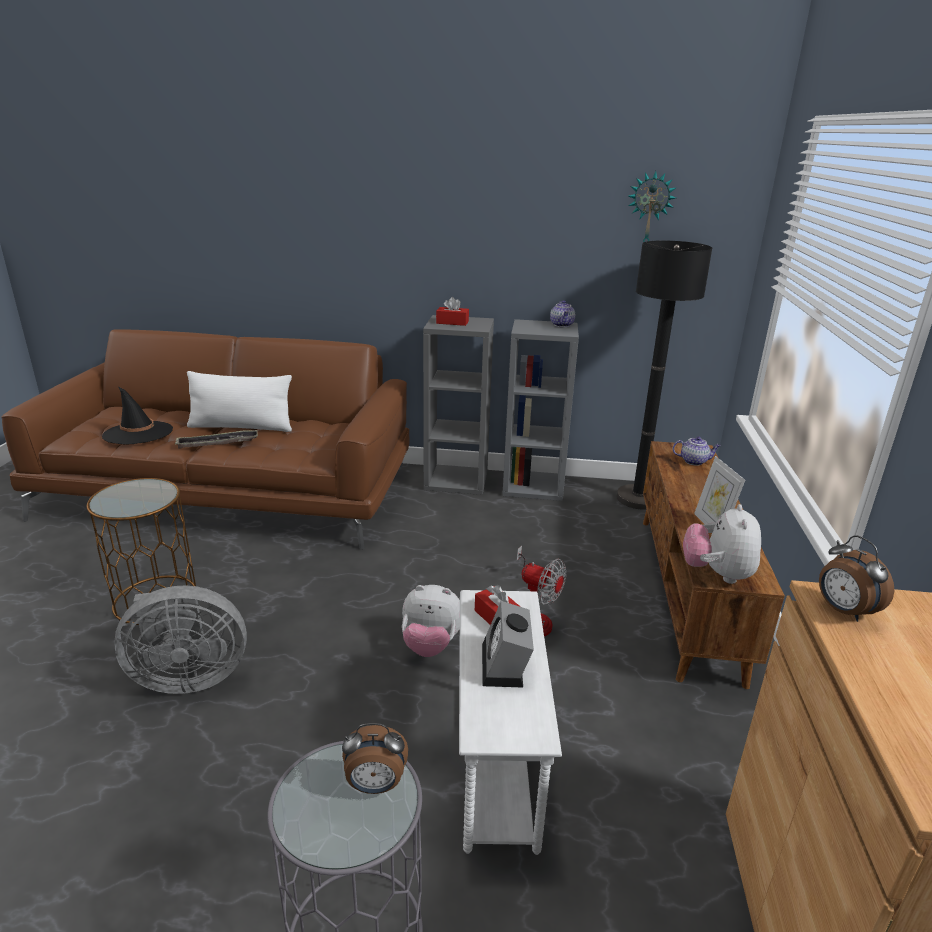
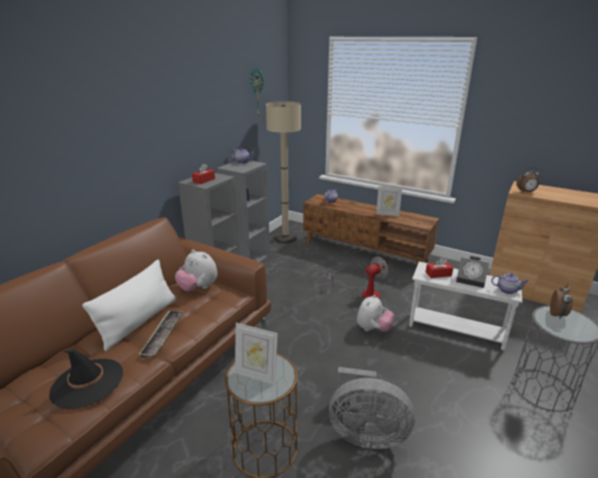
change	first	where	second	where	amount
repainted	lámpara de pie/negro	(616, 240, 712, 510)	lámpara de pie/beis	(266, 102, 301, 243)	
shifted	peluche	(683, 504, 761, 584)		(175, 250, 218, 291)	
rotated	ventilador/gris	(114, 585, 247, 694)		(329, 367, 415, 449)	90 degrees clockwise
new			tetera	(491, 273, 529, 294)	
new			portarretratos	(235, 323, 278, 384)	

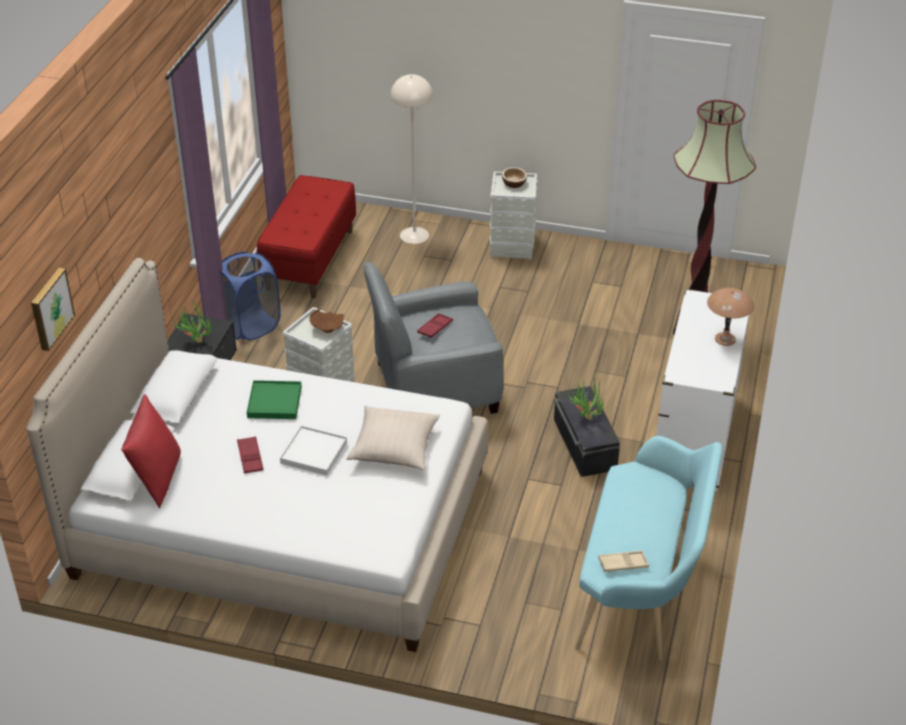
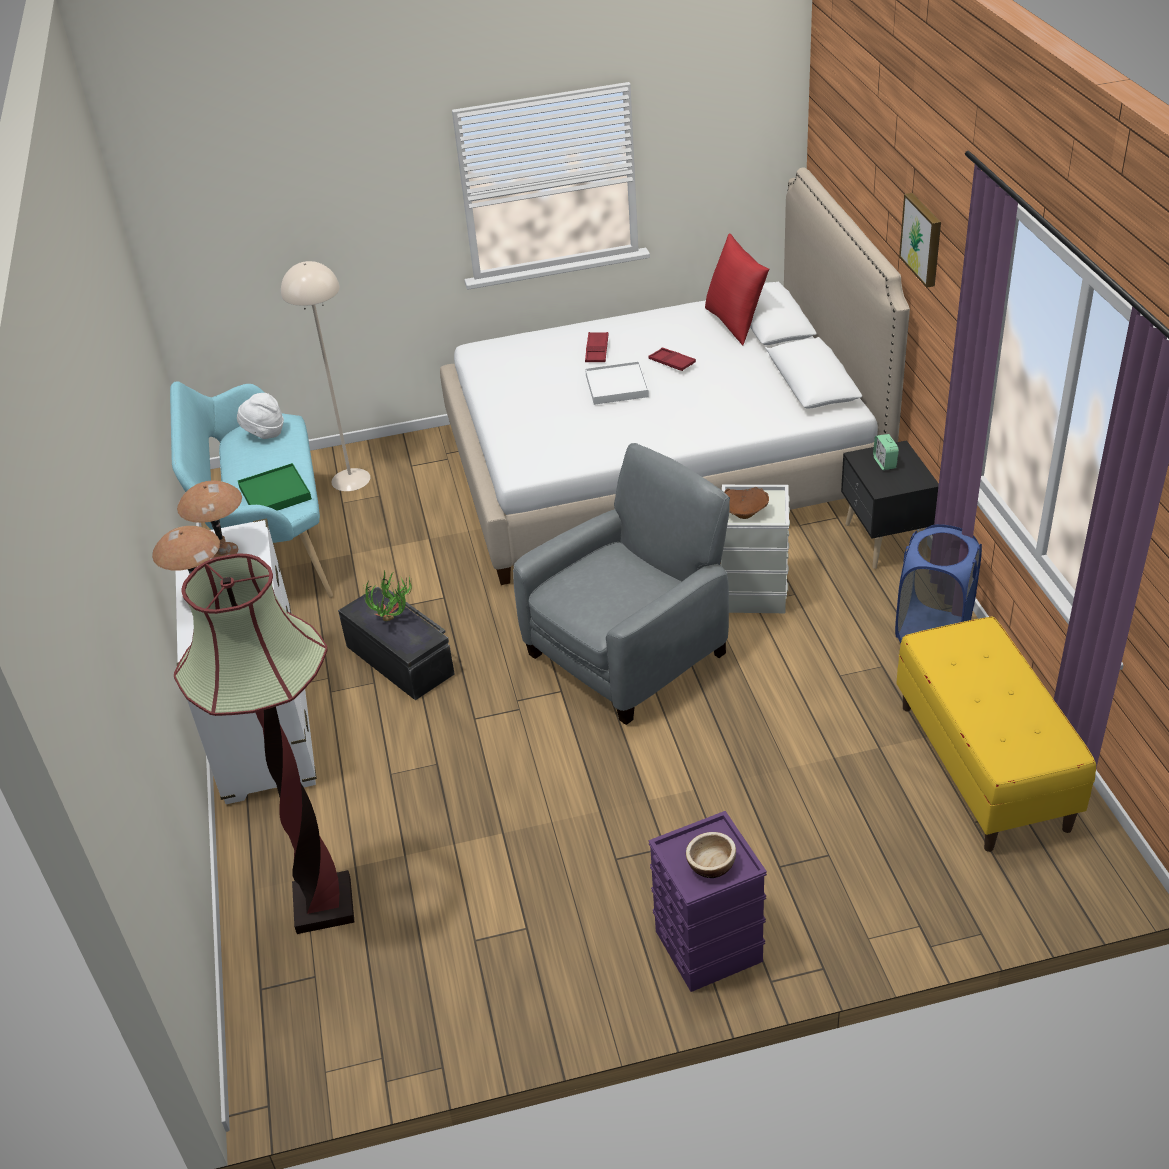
change	first	where	second	where	amount
shifted	lámpara de pie/beis	(390, 74, 433, 244)		(281, 261, 370, 491)	
repainted	caja de almacenaje/gris	(489, 171, 538, 259)	caja de almacenaje/morado	(648, 811, 767, 992)	
repainted	banco/rojo	(257, 175, 356, 298)	banco/amarillo	(896, 616, 1096, 852)	
shifted	cuadro	(31, 268, 75, 351)		(899, 193, 941, 288)	
swapped	planta en maceta	(173, 302, 211, 343)	despertador	(873, 434, 899, 470)	
shifted	bandeja/rojo	(417, 313, 453, 338)		(585, 332, 608, 362)	
shifted	bandeja/verde	(247, 380, 302, 419)		(238, 463, 312, 511)	
gone	cojín/beis	(346, 406, 440, 470)			
swapped	bandeja/beis	(599, 551, 649, 572)	sombrero/blanco	(237, 393, 284, 439)	
new			lámpara de mesa/marrón	(177, 481, 242, 559)	

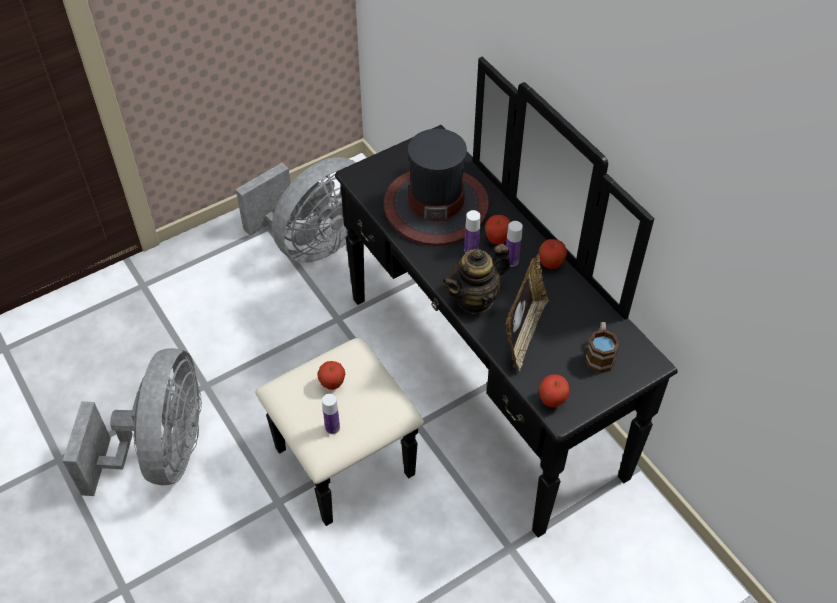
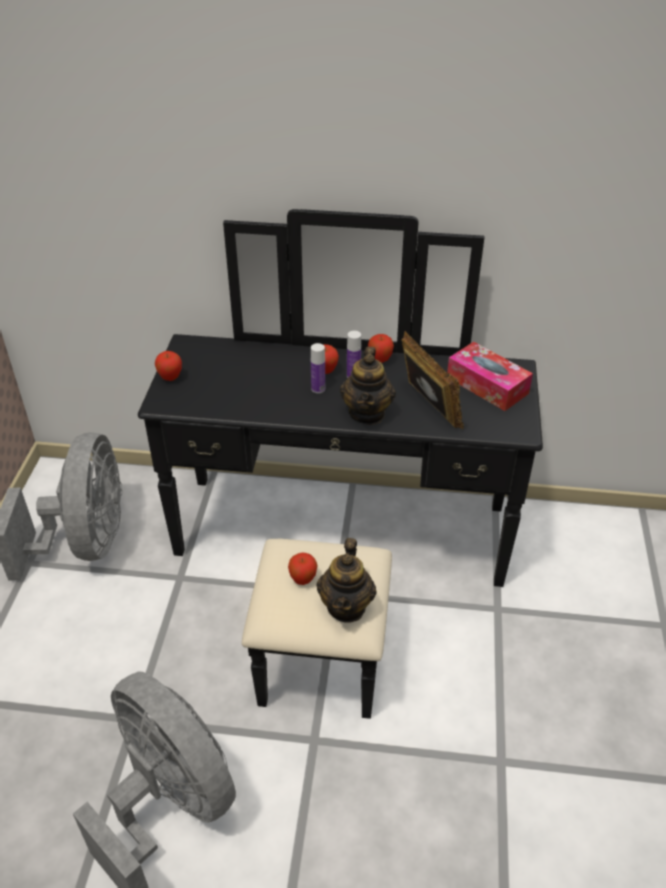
change	first	where	second	where	amount
gone	sombrero	(383, 129, 489, 246)			
swapped	taza grande	(585, 322, 620, 374)	caja de pañuelos	(447, 342, 533, 411)	
shifted	manzana	(539, 374, 570, 407)		(155, 351, 182, 381)	
swapped	botella	(322, 394, 340, 434)	tetera	(316, 538, 377, 623)	

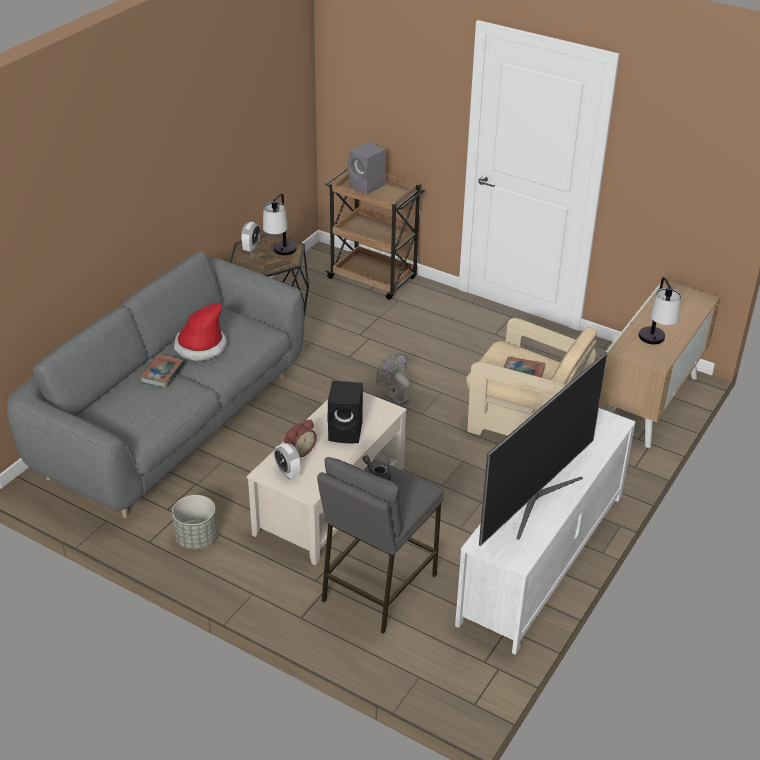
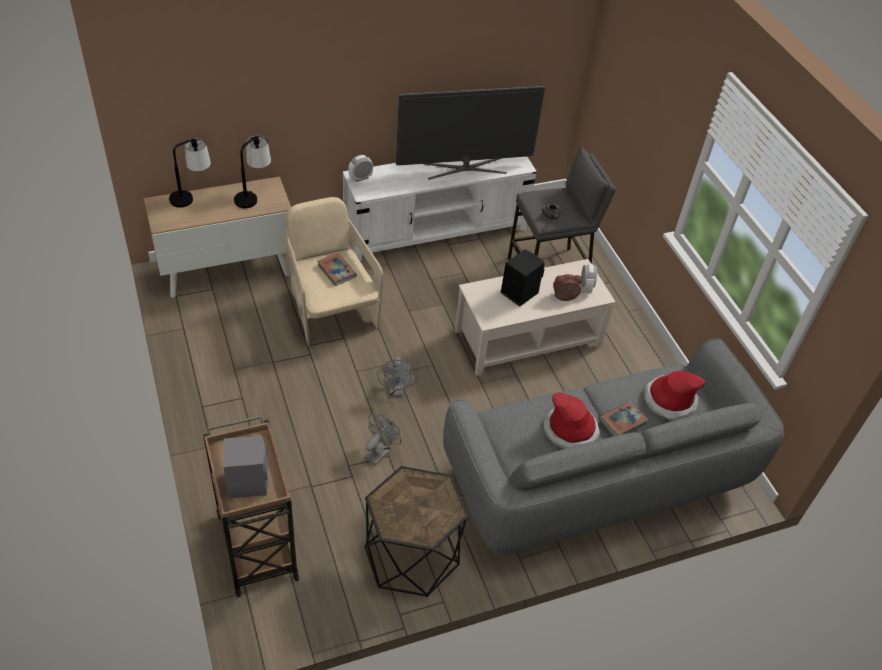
change	first	where	second	where	amount
shifted	lámpara de mesa	(263, 193, 296, 255)		(169, 138, 211, 208)	
shifted	despertador	(241, 222, 261, 252)		(348, 155, 373, 182)	
gone	maceta/gris	(172, 495, 218, 549)			
new			sombrero	(644, 371, 705, 421)	
new			ventilador/gris	(365, 415, 401, 466)	

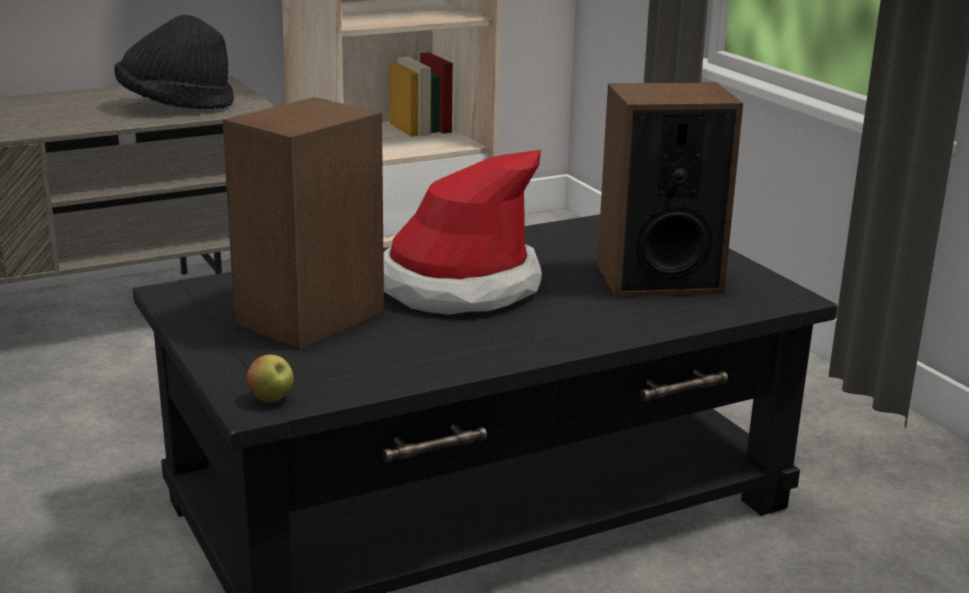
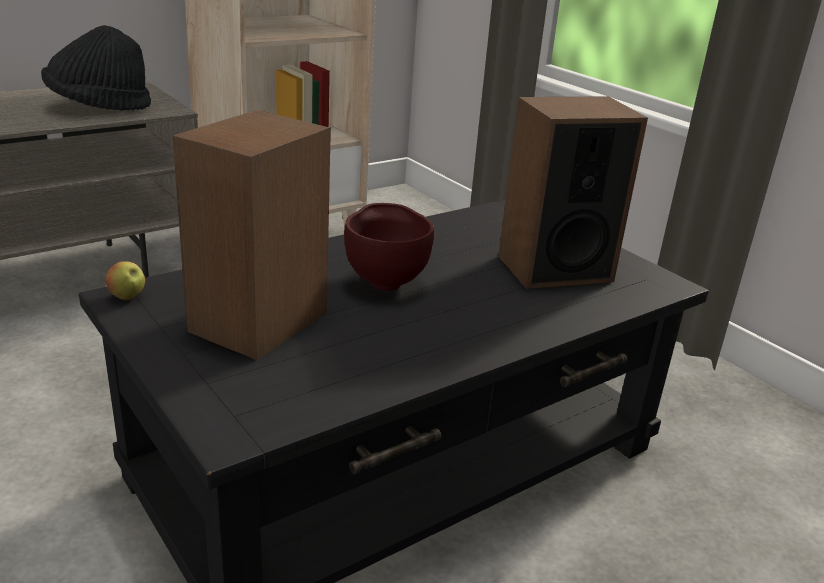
change	first	where	second	where	amount
swapped	sombrero	(383, 150, 542, 315)	cuenco/marrón	(344, 203, 434, 291)	
shifted	manzana	(246, 355, 294, 403)		(106, 261, 145, 300)	

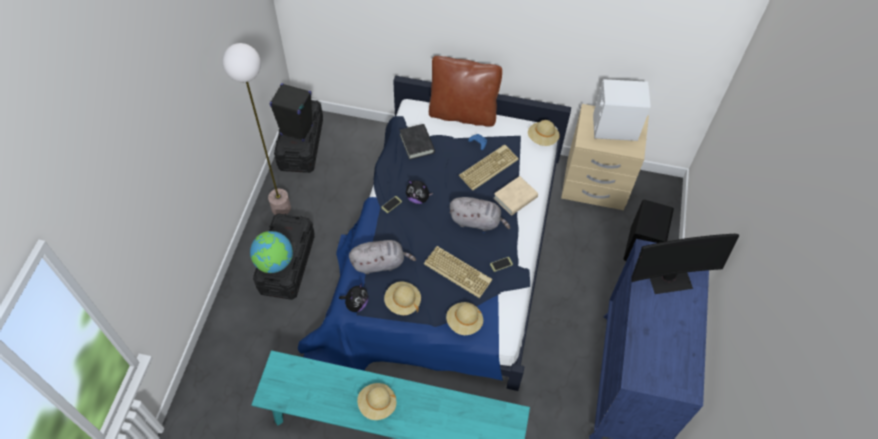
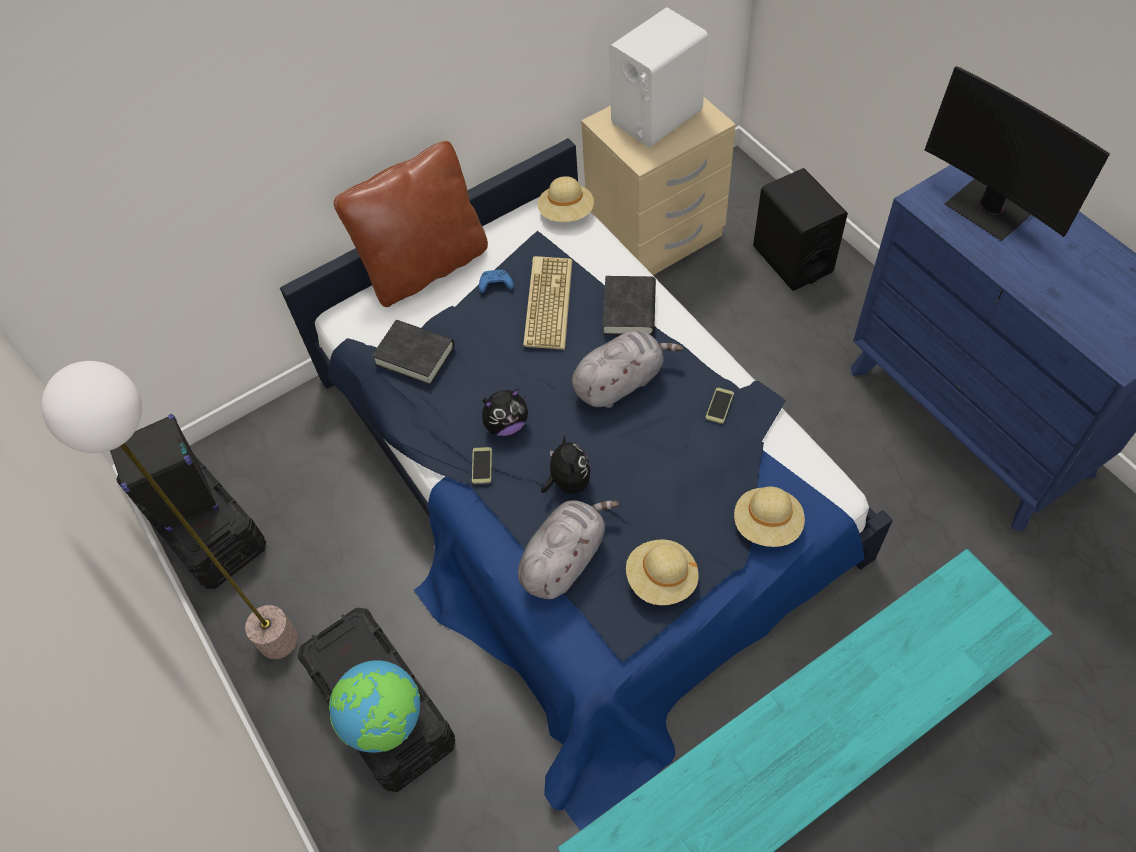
change	first	where	second	where	amount
repainted	libro/beis	(494, 176, 538, 215)	libro/negro	(602, 276, 656, 336)	
rotated	monitor	(631, 234, 739, 294)		(925, 66, 1110, 241)	105 degrees clockwise
gone	teclado	(424, 246, 492, 298)			
shifted	peluche	(339, 283, 369, 312)		(541, 435, 591, 494)	
gone	sombrero/beis	(357, 383, 396, 420)			

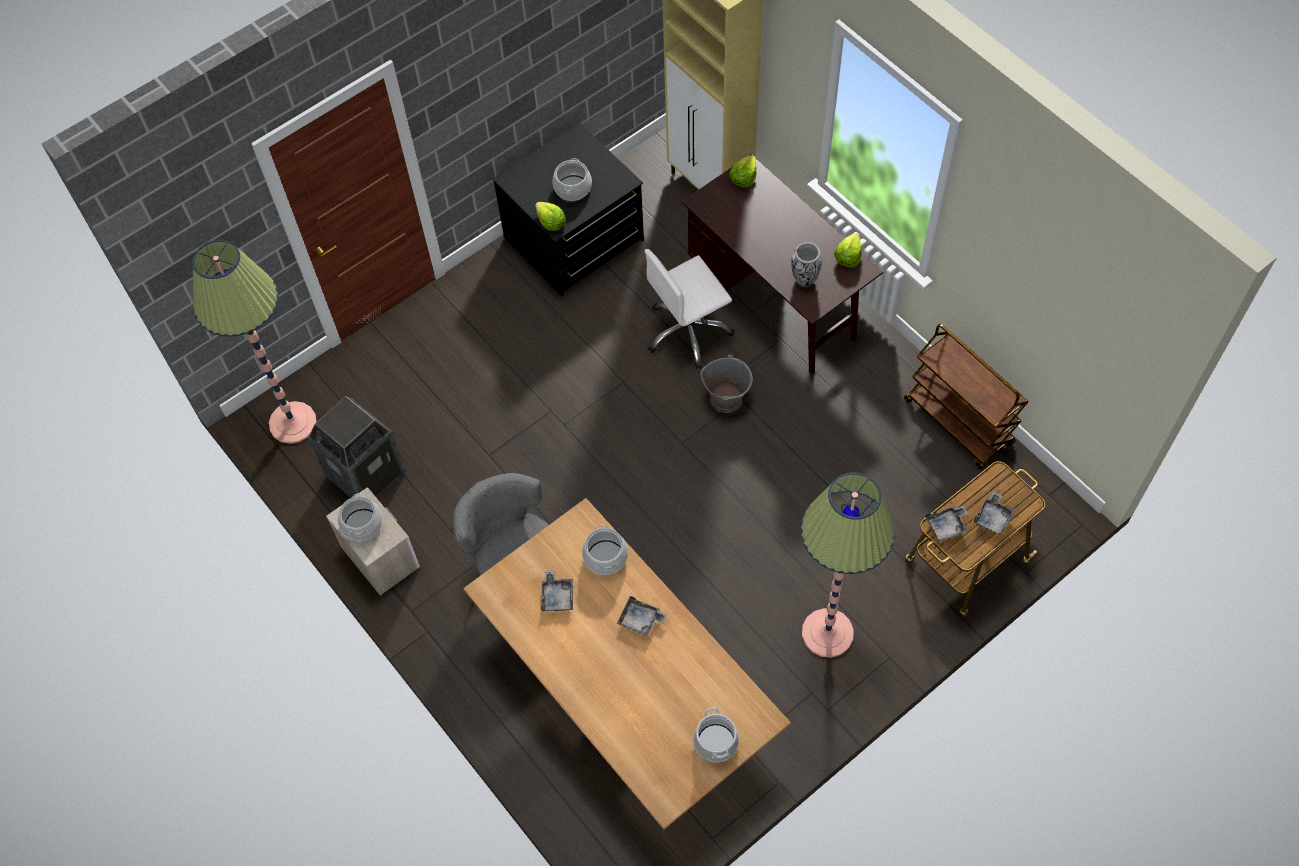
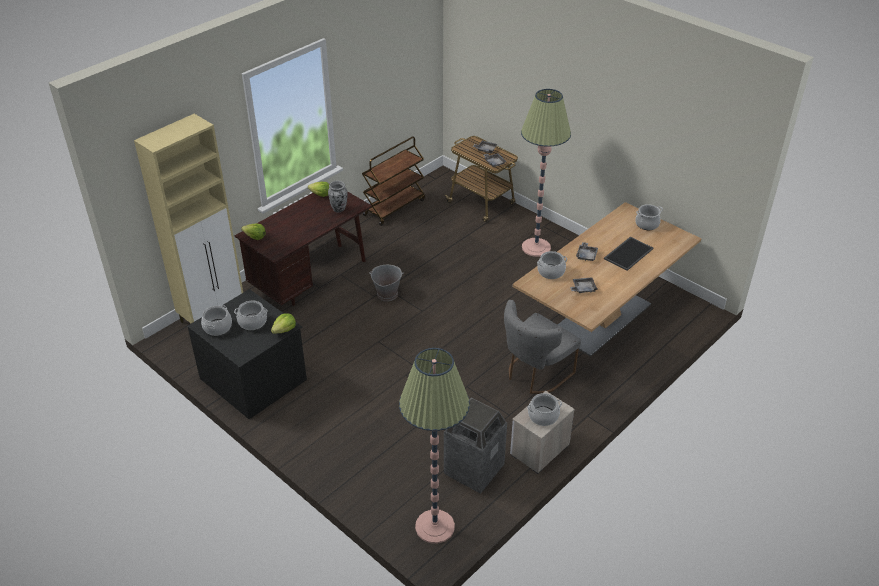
change	first	where	second	where	amount
gone	silla de oficina/blanco	(645, 249, 734, 369)			
new			bandeja	(604, 237, 653, 271)	
new			olla	(201, 305, 232, 336)	

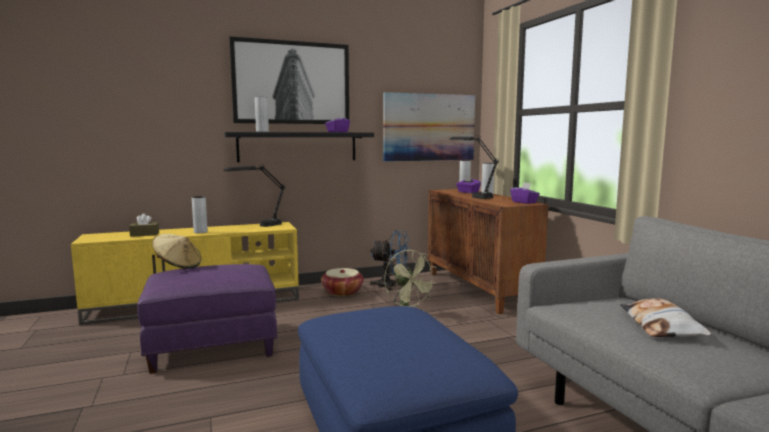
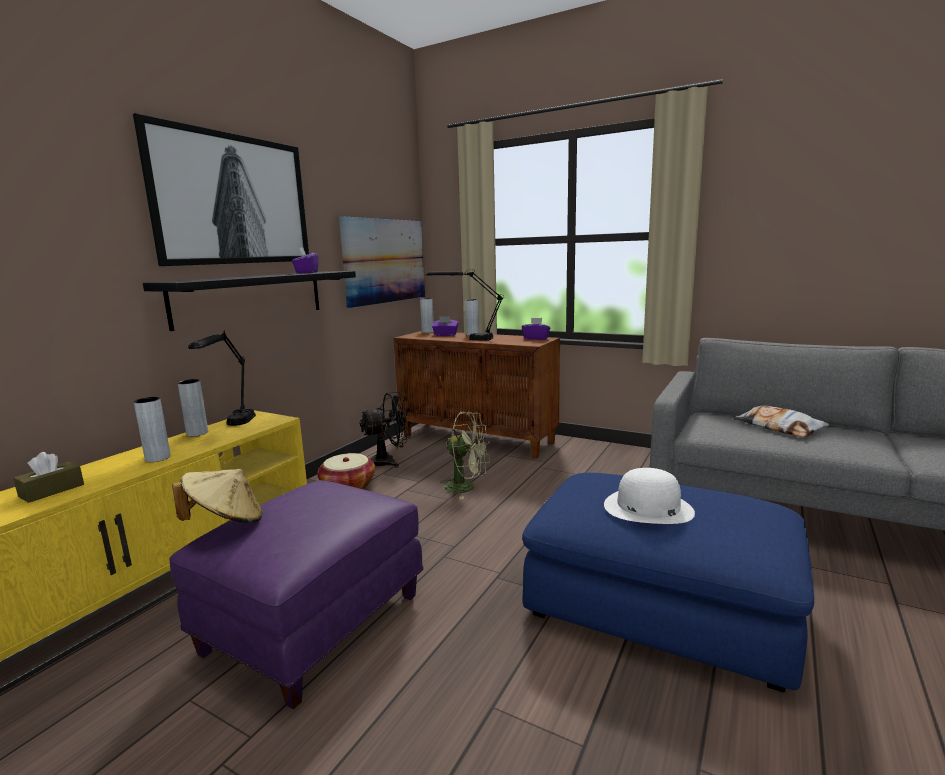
change	first	where	second	where	amount
shifted	florero/gris	(255, 97, 269, 132)		(178, 379, 208, 436)	
repainted	ventilador/azul	(370, 230, 409, 291)	ventilador/negro	(360, 392, 412, 468)	
new			sombrero/blanco	(604, 468, 695, 524)	

